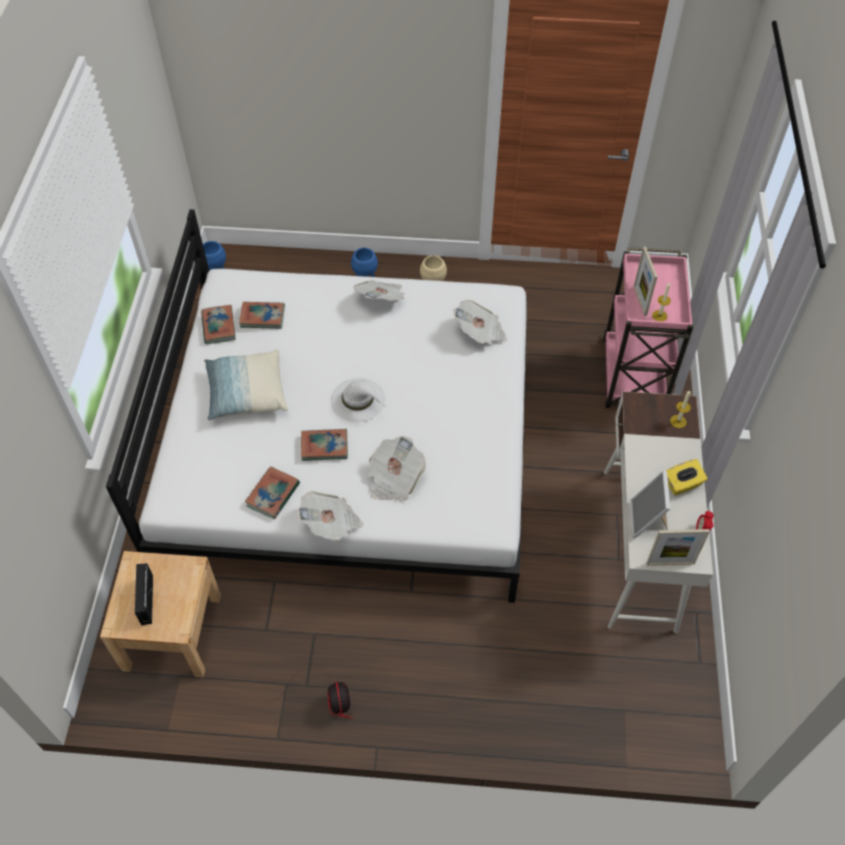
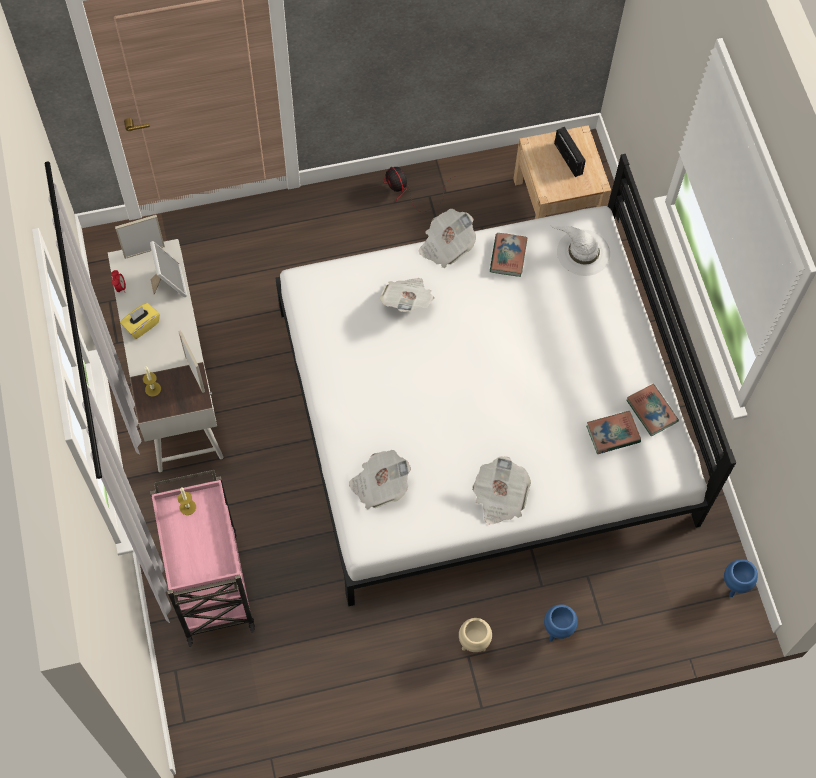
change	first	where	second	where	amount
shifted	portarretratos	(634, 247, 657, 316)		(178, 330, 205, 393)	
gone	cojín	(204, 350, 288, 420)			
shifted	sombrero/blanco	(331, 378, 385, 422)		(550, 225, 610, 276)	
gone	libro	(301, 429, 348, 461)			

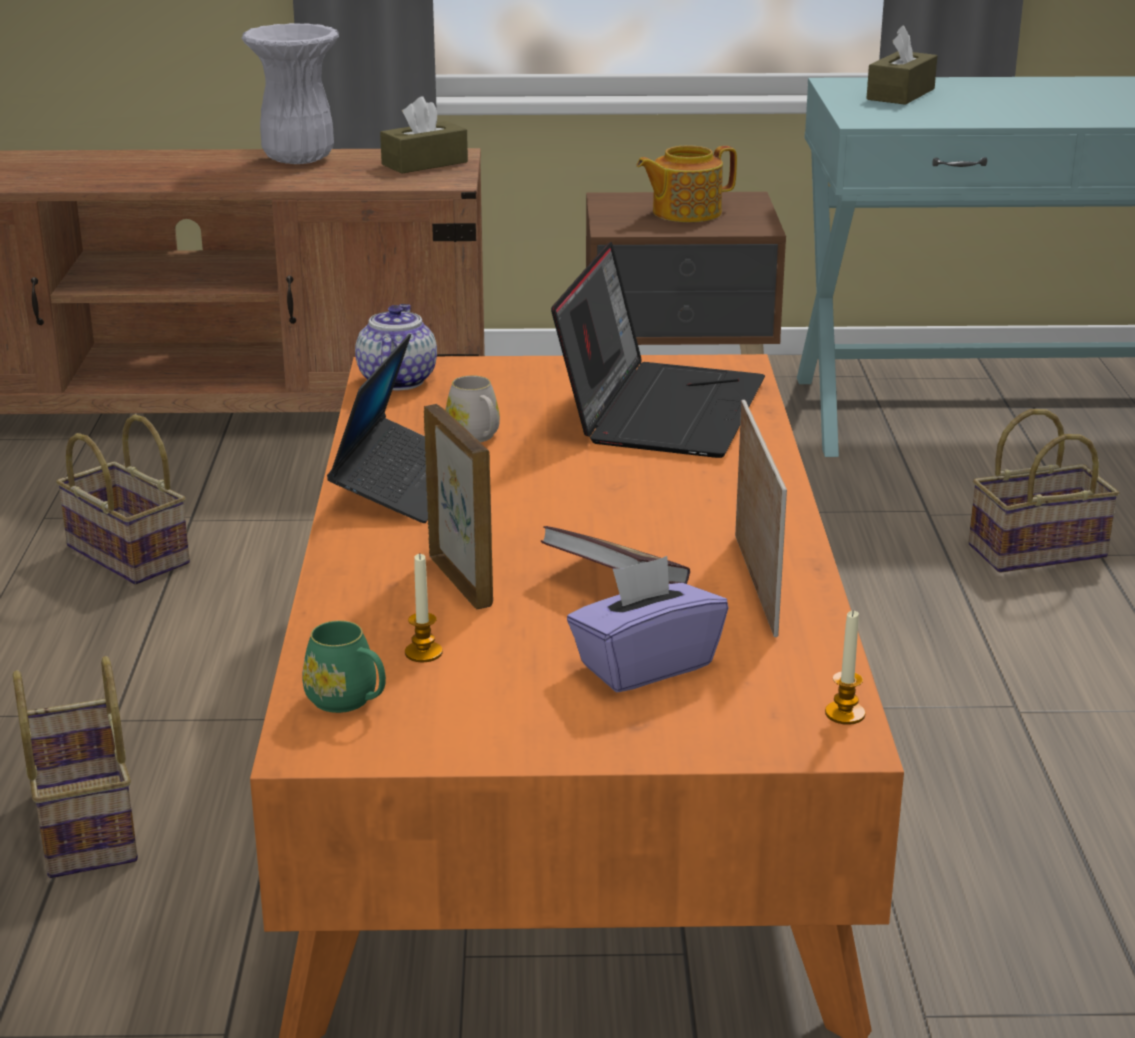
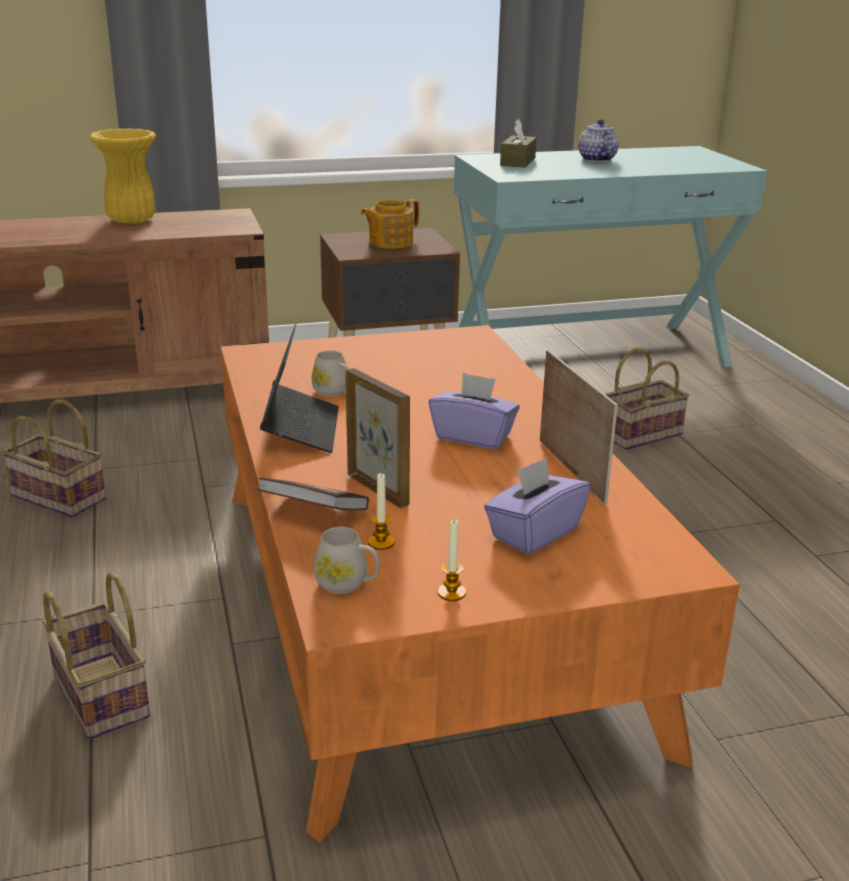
change	first	where	second	where	amount
repainted	florero/blanco	(241, 23, 339, 164)	florero/amarillo	(88, 128, 157, 224)	
gone	caja de pañuelos/marrón	(380, 97, 468, 173)			
gone	portátil	(551, 242, 765, 458)			
shifted	tetera	(355, 304, 437, 390)		(578, 119, 619, 162)	
shifted	libro	(541, 526, 690, 584)		(258, 478, 369, 510)	
shifted	vela	(825, 610, 865, 725)		(437, 519, 466, 601)	
repainted	taza grande/verde	(302, 620, 386, 713)	taza grande/blanco	(314, 527, 380, 594)	
new			caja de pañuelos/morado	(429, 373, 520, 449)	

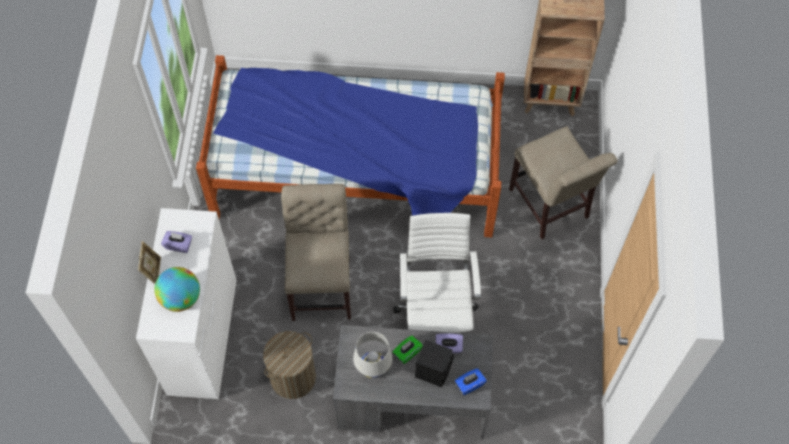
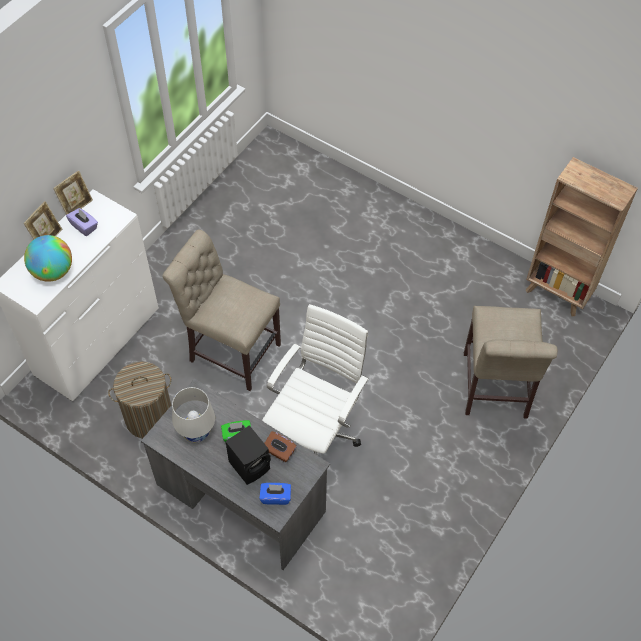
change	first	where	second	where	amount
gone	cama	(196, 55, 505, 238)			
rotated	silla/beis	(281, 184, 351, 321)		(162, 229, 281, 391)	90 degrees counterclockwise
repainted	caja de pañuelos/morado	(436, 334, 463, 353)	caja de pañuelos/marrón	(264, 431, 297, 462)	
new			portarretratos	(53, 170, 93, 215)	

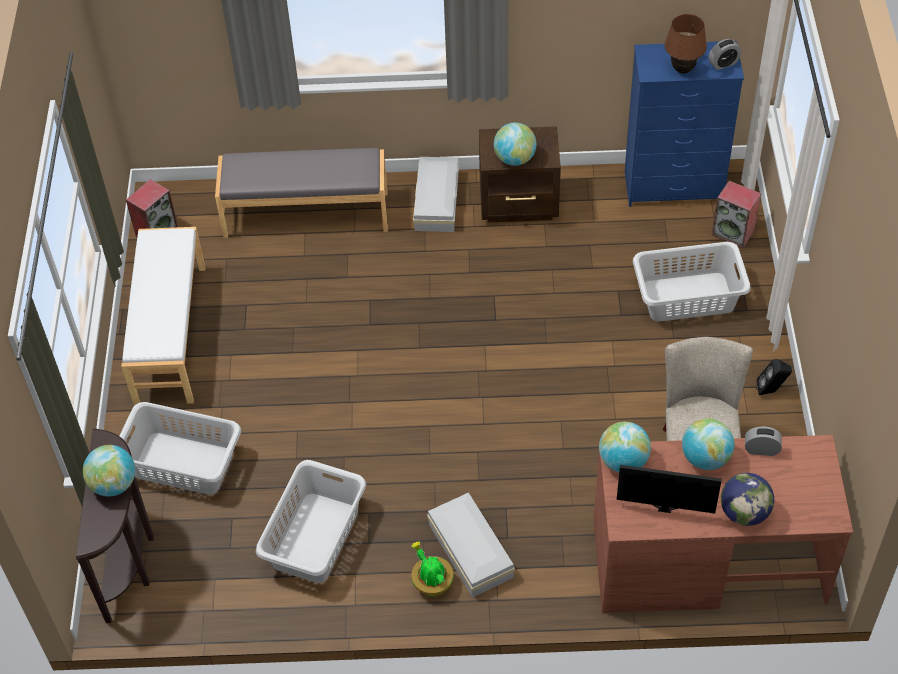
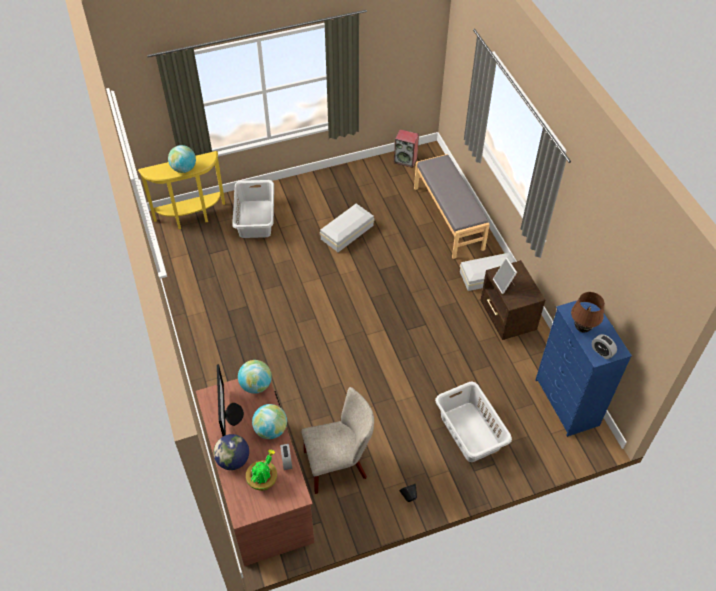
change	first	where	second	where	amount
swapped	globo terráqueo	(494, 122, 537, 166)	portarretratos	(493, 258, 517, 294)	
gone	altavoz	(712, 181, 761, 248)			
gone	banco/blanco	(121, 227, 206, 406)			
repainted	mesa consola/marrón	(76, 428, 154, 623)	mesa consola/amarillo	(138, 151, 225, 229)	
gone	cesto de la ropa/gris	(256, 460, 366, 583)			
shifted	caja de almacenaje/blanco	(427, 492, 515, 597)		(320, 203, 374, 252)	
shifted	planta en maceta	(411, 541, 453, 597)		(246, 449, 277, 491)	

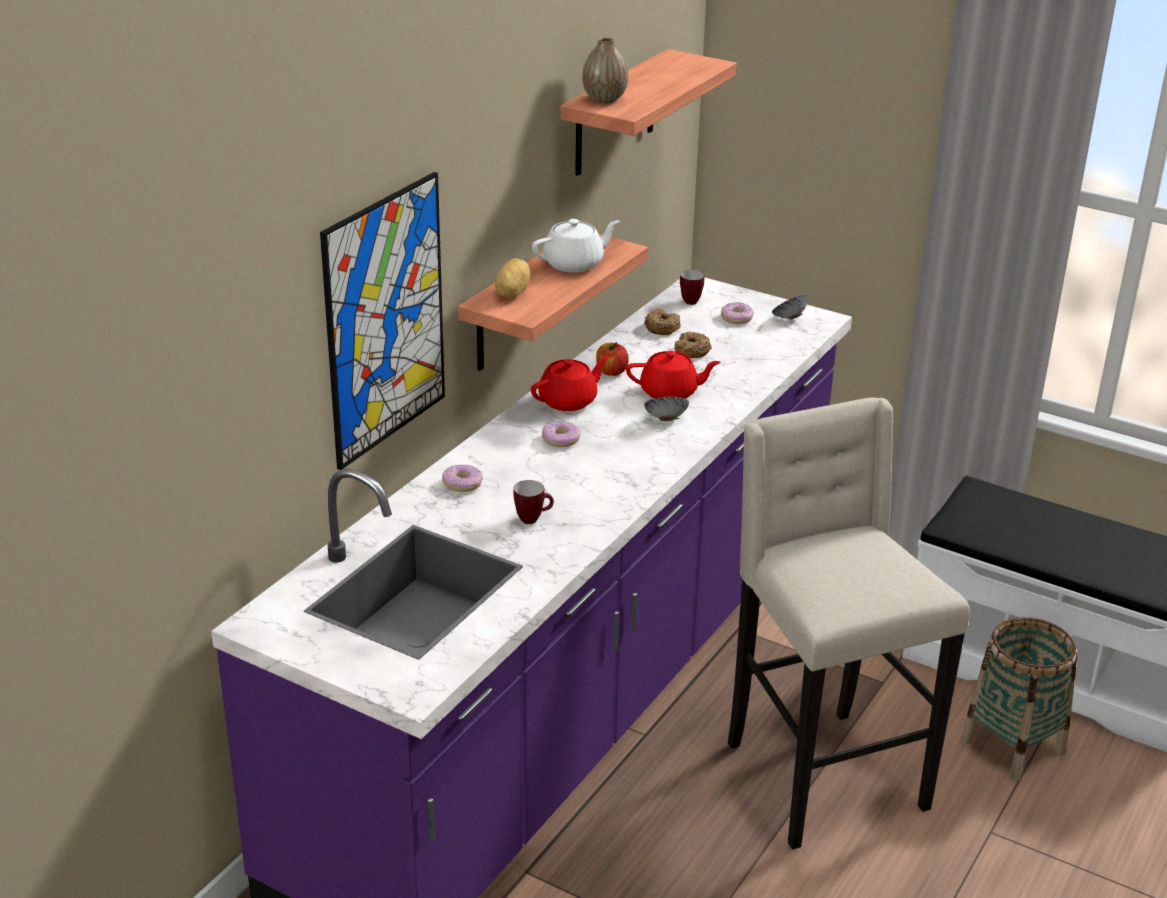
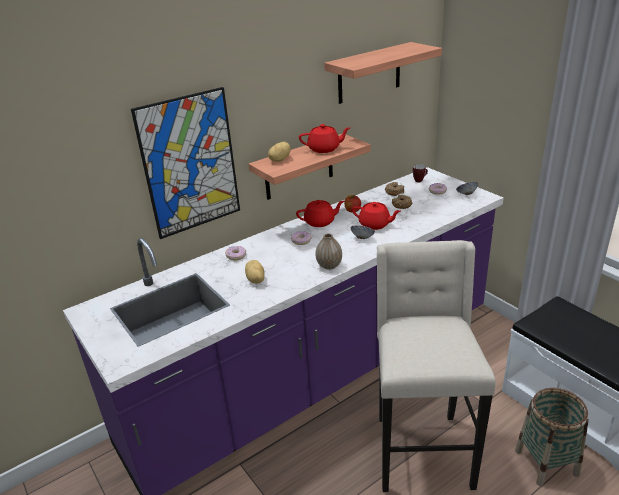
change	first	where	second	where	amount
shifted	florero	(582, 37, 628, 103)		(316, 233, 342, 270)	
repainted	tetera/blanco	(532, 219, 620, 272)	tetera/rojo	(299, 124, 351, 153)	
swapped	taza grande	(514, 480, 554, 524)	patata	(245, 260, 265, 284)	

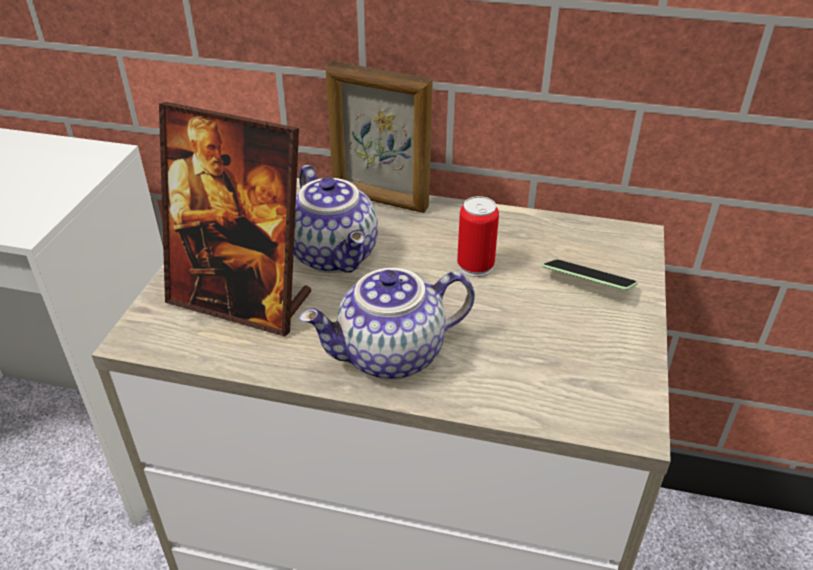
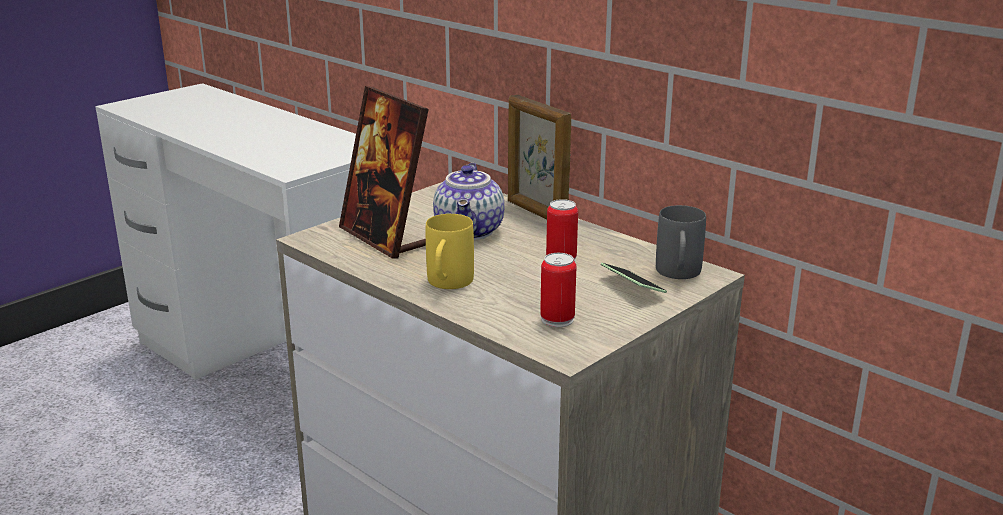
change	first	where	second	where	amount
swapped	tetera	(299, 268, 475, 380)	taza grande/amarillo	(426, 214, 474, 289)	
new			taza grande/gris	(656, 205, 706, 279)	
new			lata	(540, 253, 576, 327)	

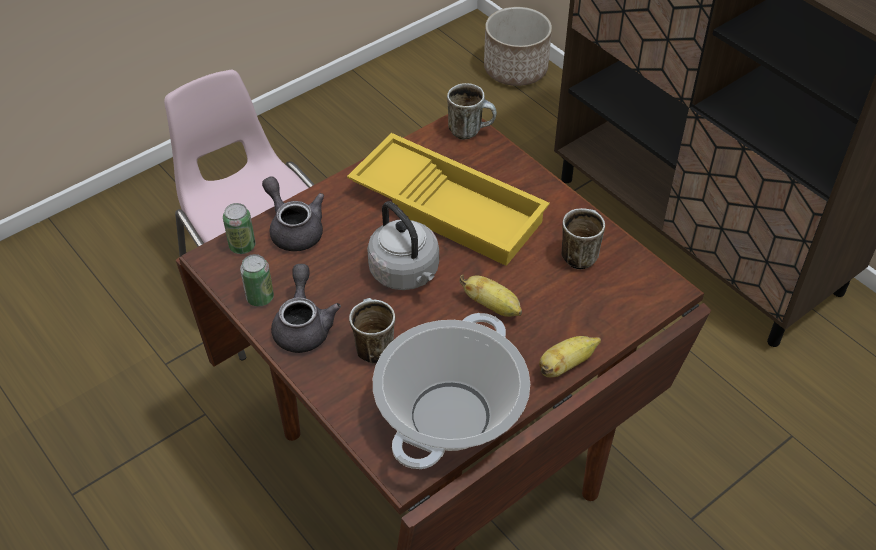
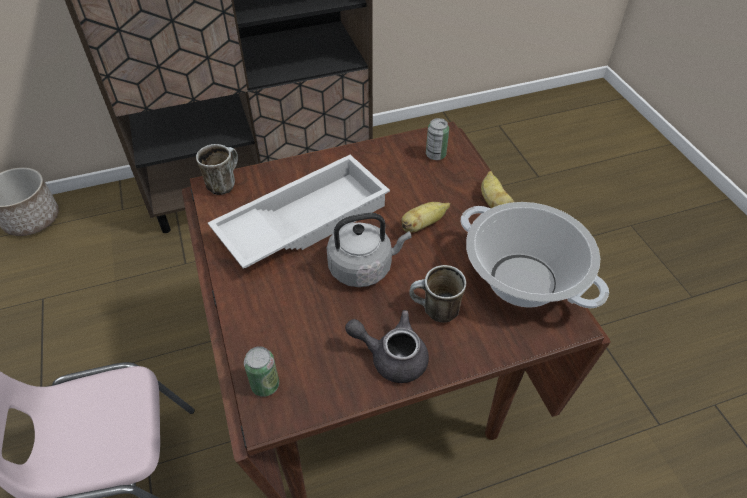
change	first	where	second	where	amount
repainted	bandeja/amarillo	(347, 133, 550, 266)	bandeja/blanco	(208, 155, 390, 269)	
gone	tetera/gris	(262, 176, 324, 251)			
gone	taza grande	(561, 208, 605, 269)			
shifted	lata	(240, 254, 274, 307)		(426, 118, 449, 160)	

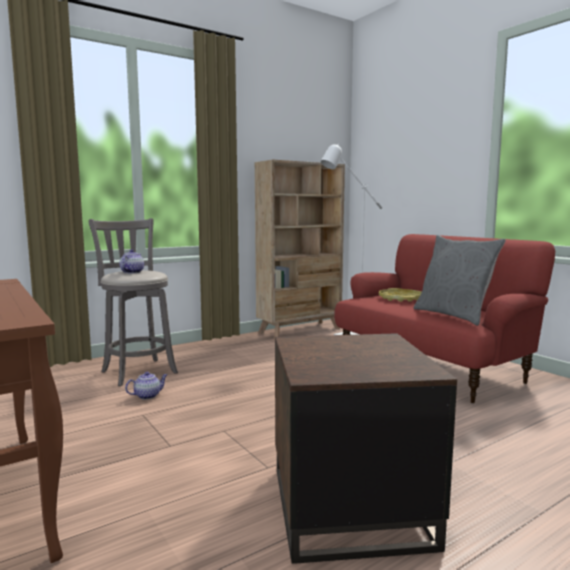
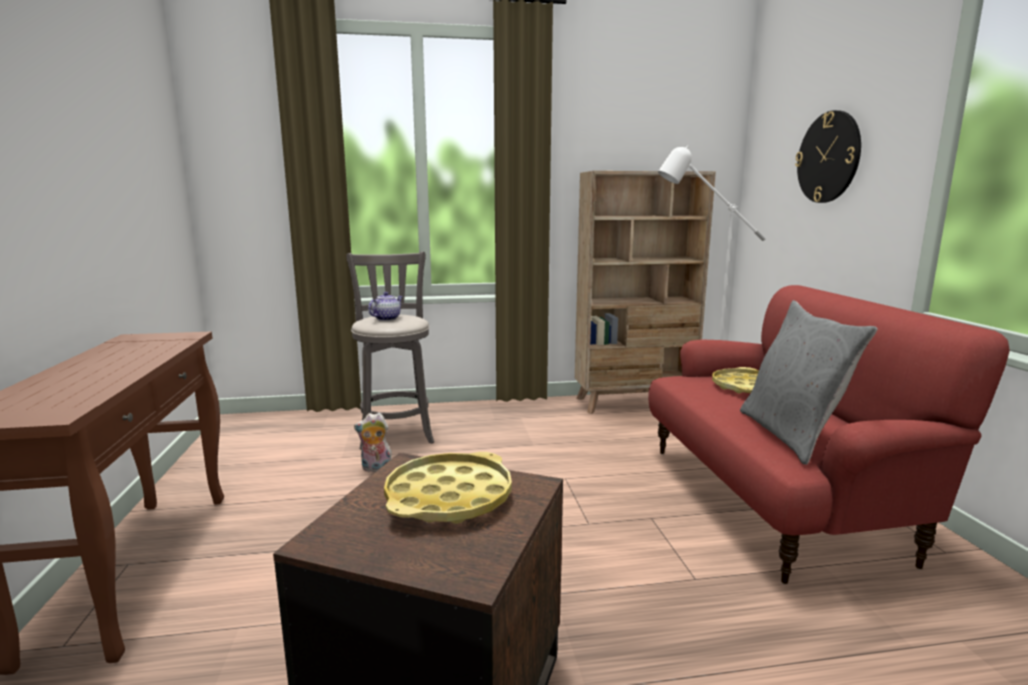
change	first	where	second	where	amount
swapped	tetera	(125, 372, 168, 400)	peluche	(354, 413, 392, 472)	
new			reloj de pared	(795, 110, 861, 203)	
new			bandeja/amarillo	(384, 452, 512, 524)	

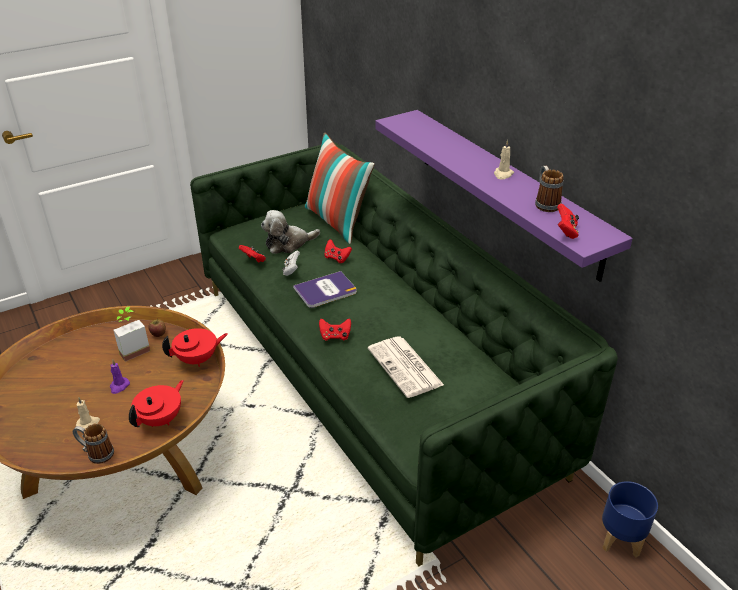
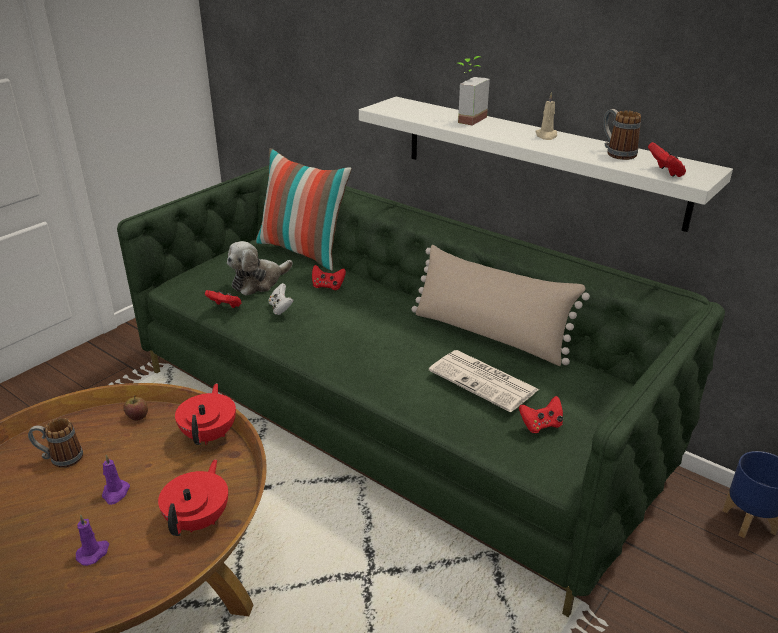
change	first	where	second	where	amount
repainted	estante/morado	(375, 110, 633, 281)	estante/blanco	(359, 97, 733, 232)	
gone	libro	(293, 271, 357, 308)			
shifted	planta en maceta	(113, 306, 150, 362)		(458, 56, 490, 126)	
shifted	mando de consola/rojo	(319, 319, 351, 341)		(519, 396, 563, 433)	
rotated	tetera/rojo	(162, 328, 228, 367)		(175, 383, 236, 445)	45 degrees counterclockwise
repainted	vela/beis	(76, 398, 100, 429)	vela/morado	(76, 515, 109, 566)	
shifted	taza grande	(73, 423, 114, 464)		(28, 418, 83, 468)	
new			cojín/beis	(412, 245, 590, 366)	

